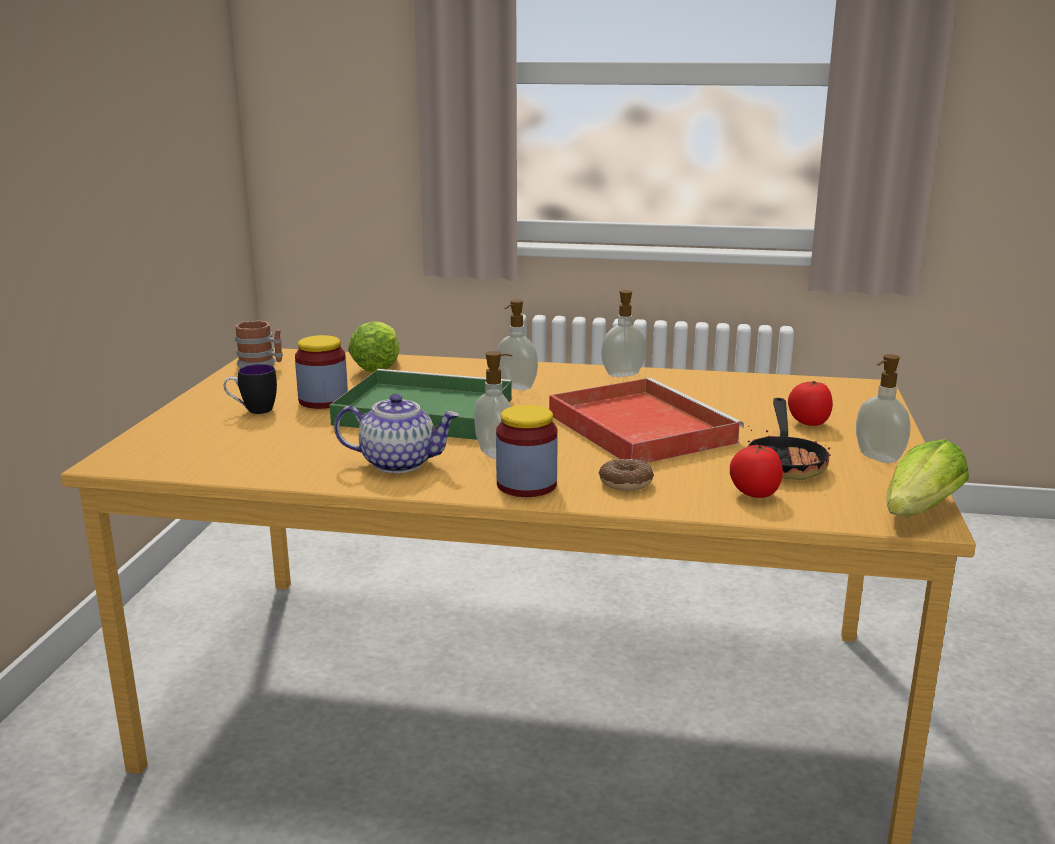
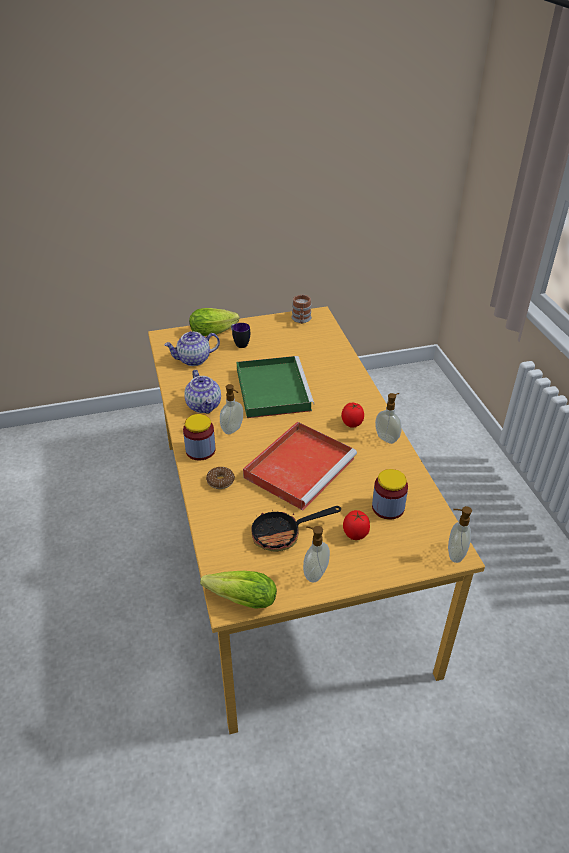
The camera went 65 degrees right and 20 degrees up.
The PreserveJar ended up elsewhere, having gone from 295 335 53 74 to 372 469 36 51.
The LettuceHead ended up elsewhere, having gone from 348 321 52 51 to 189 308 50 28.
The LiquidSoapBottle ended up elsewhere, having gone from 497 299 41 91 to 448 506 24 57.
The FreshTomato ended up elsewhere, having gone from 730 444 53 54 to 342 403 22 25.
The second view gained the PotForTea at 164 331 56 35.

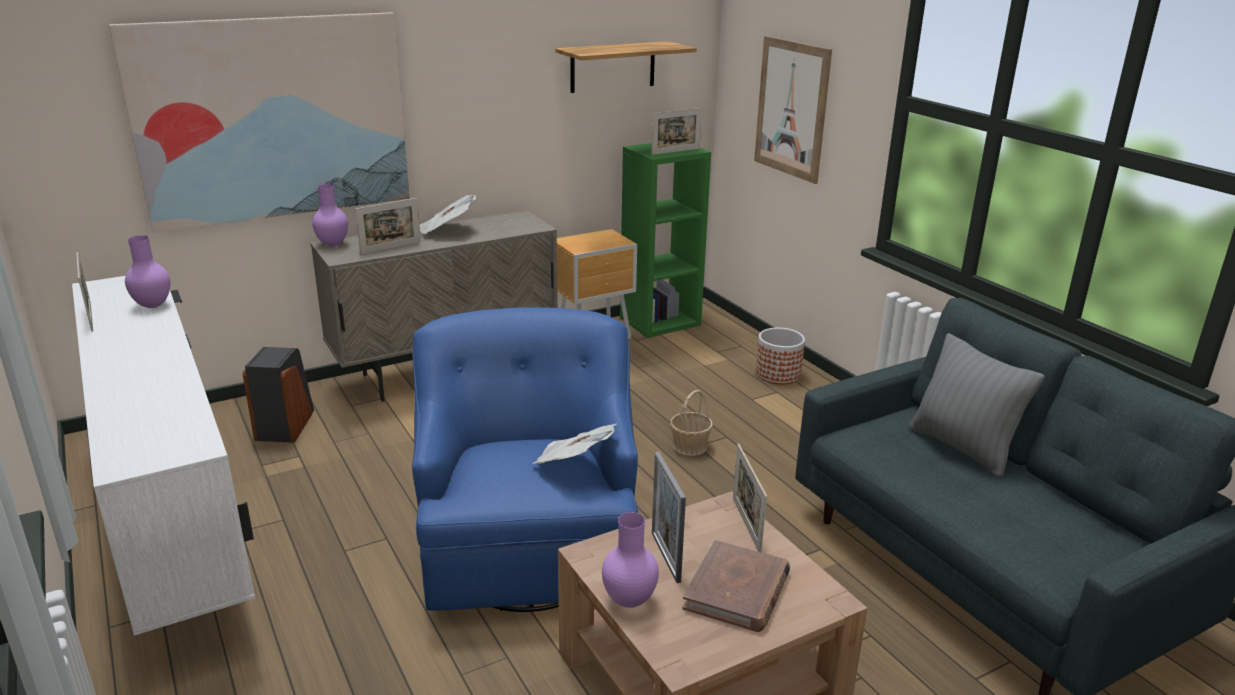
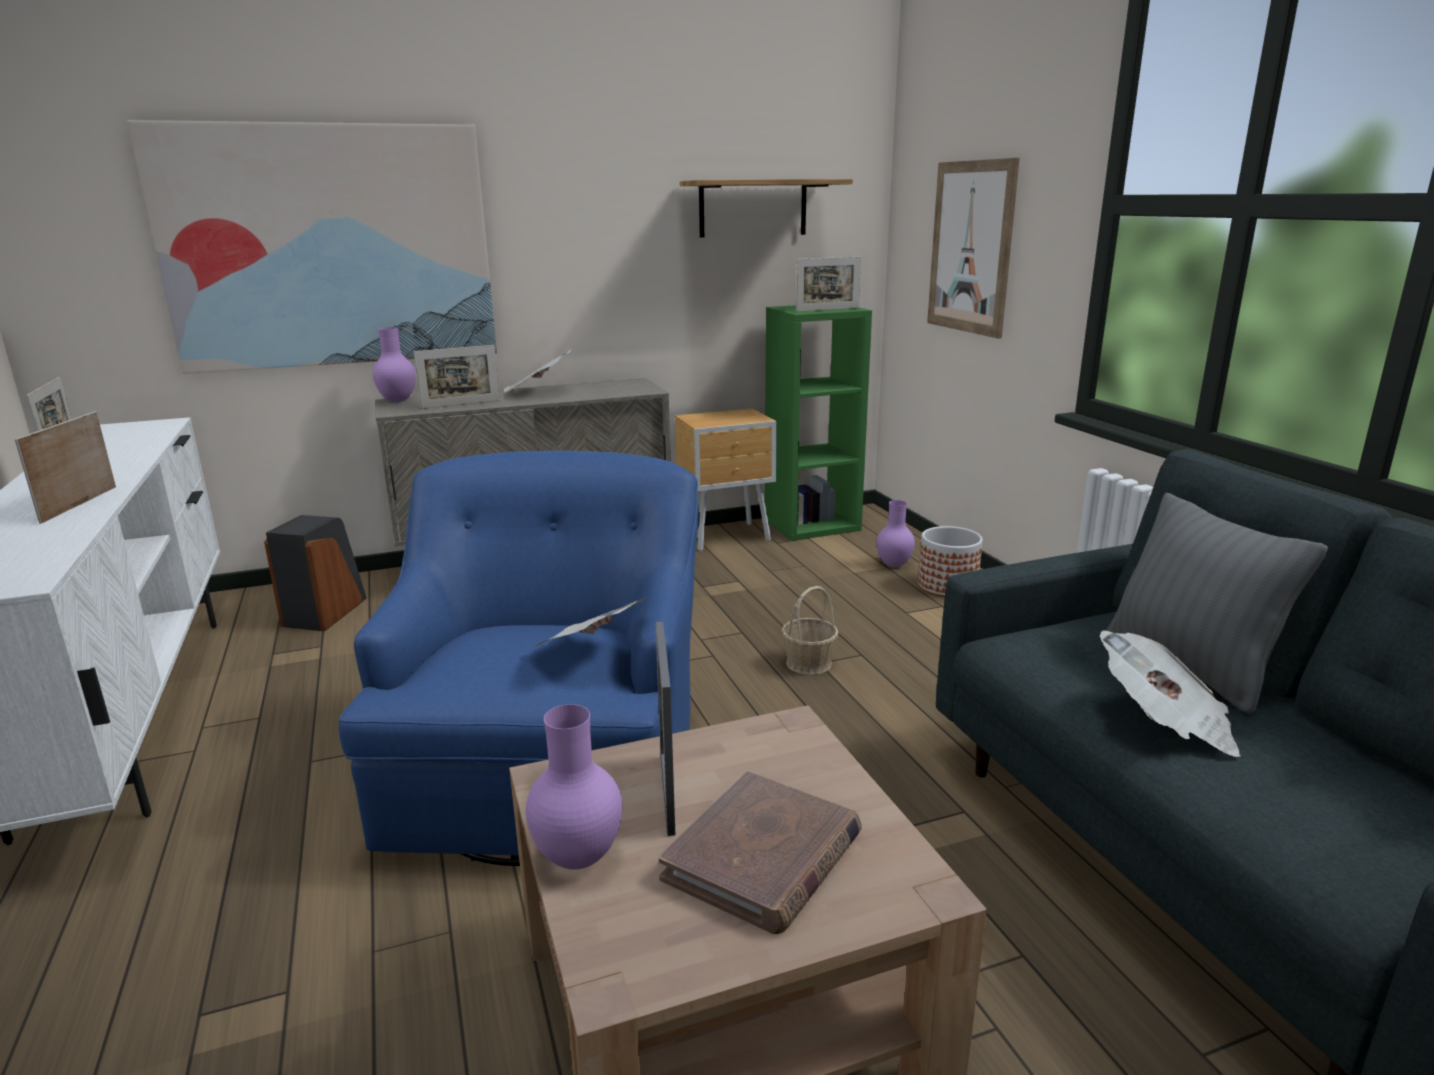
The camera went 10 degrees right and 5 degrees down.
The PurpleColouredFlowerVase ended up elsewhere, having gone from 125 235 45 73 to 876 500 39 67.
The PhotoFrame ended up elsewhere, having gone from 733 443 34 109 to 15 411 101 113.
The second view gained the PrintedPaper at 1100 630 141 127.

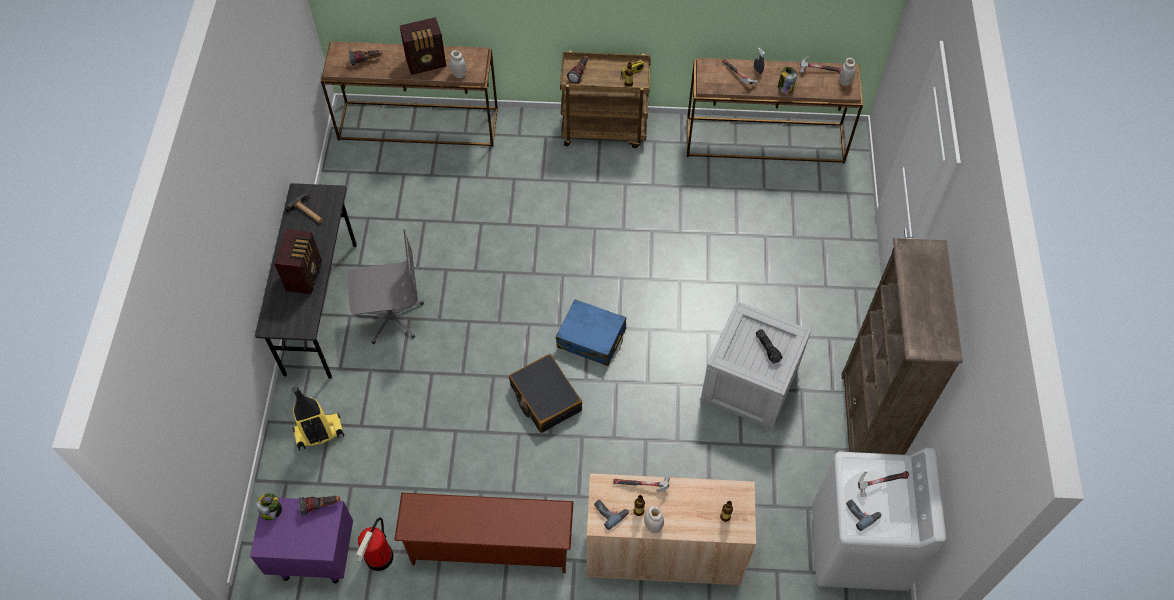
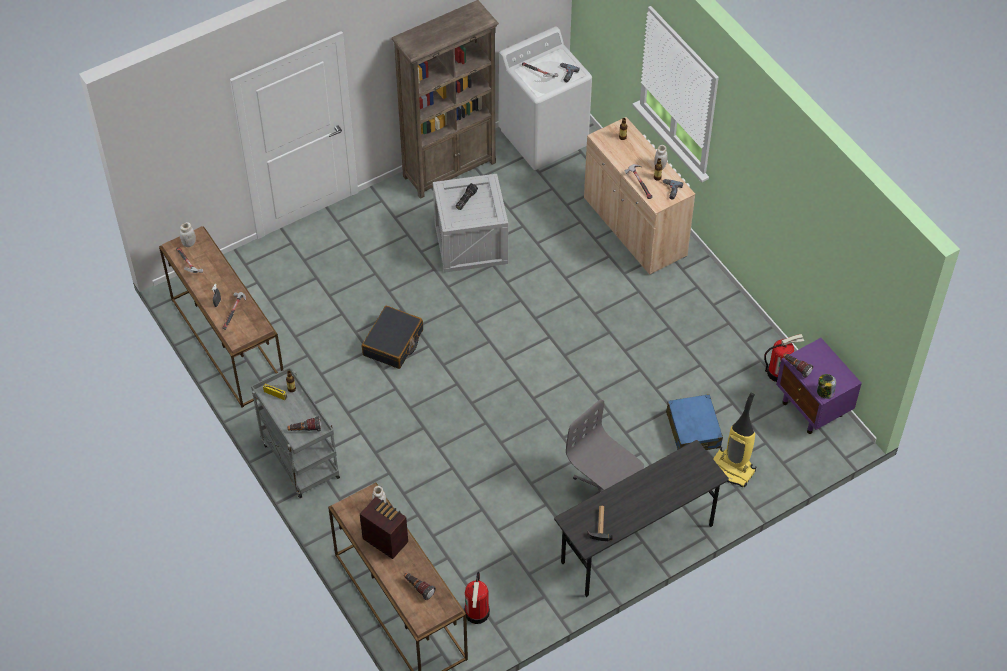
The camera went 125 degrees left and 5 degrees down.
The second view lost the Radio at 274 229 48 65.
The second view lost the BrownishShoeRack at 394 493 180 80.
The BlackColouredPieceOfLuggage ended up elsewhere, having gone from 509 354 73 79 to 362 306 61 63.
The BlueColouredPieceOfLuggage ended up elsewhere, having gone from 556 299 70 67 to 666 394 57 56.
What was the BrownishTrolley at 560 51 91 97 turned into the GreyishTrolley at 251 367 89 131.
The second view lost the PreserveJar at 778 67 19 27.
The second view gained the FireFightingCylinder at 464 572 26 52.

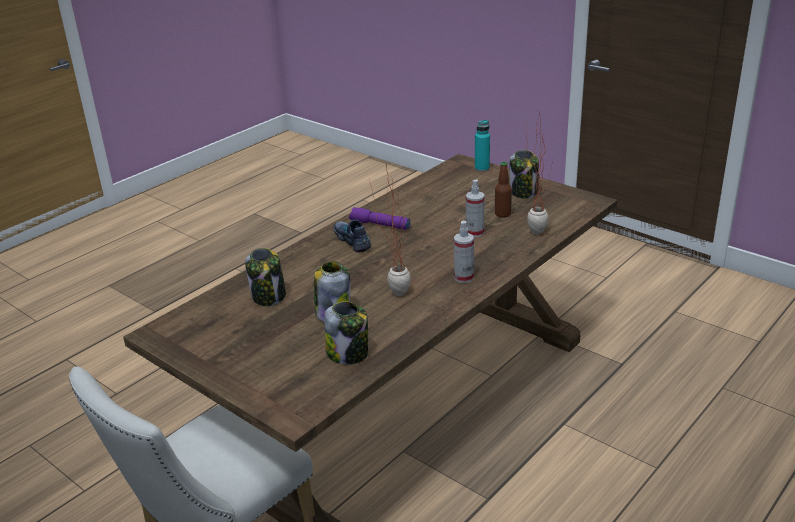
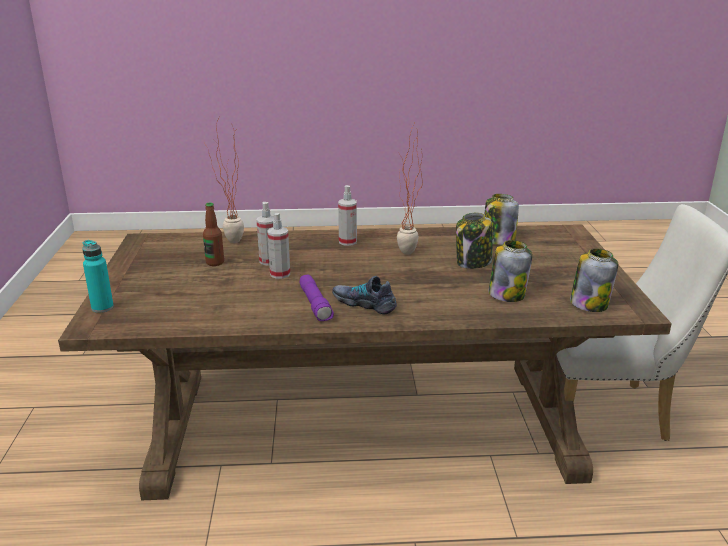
The camera went 135 degrees left and 5 degrees down.
The Shoe at 333 220 38 32 ended up facing another way, 105 degrees clockwise from before.
The PreserveJar ended up elsewhere, having gone from 509 150 30 48 to 570 248 48 64.
The second view gained the HandSprayer at 267 213 23 66.

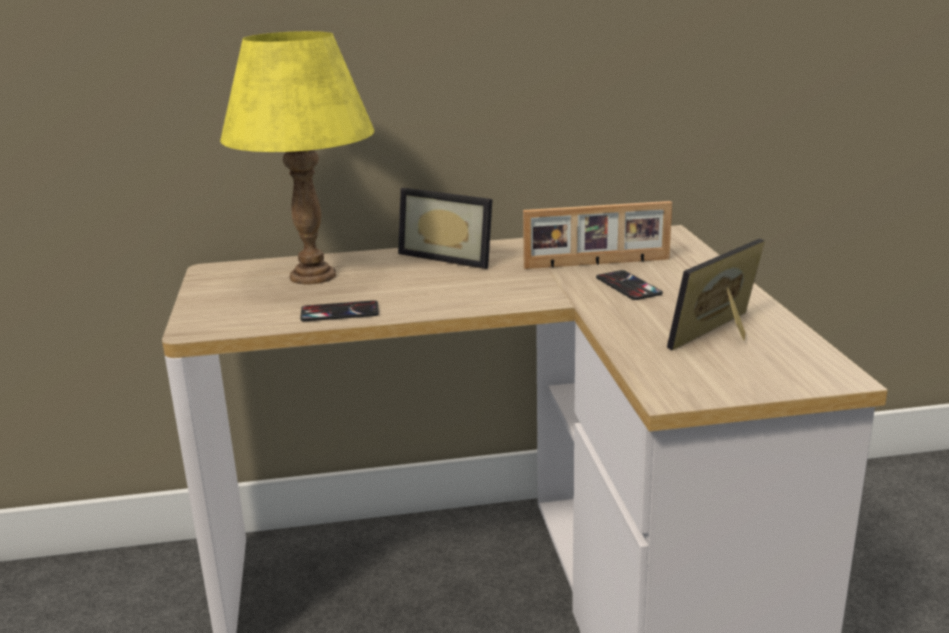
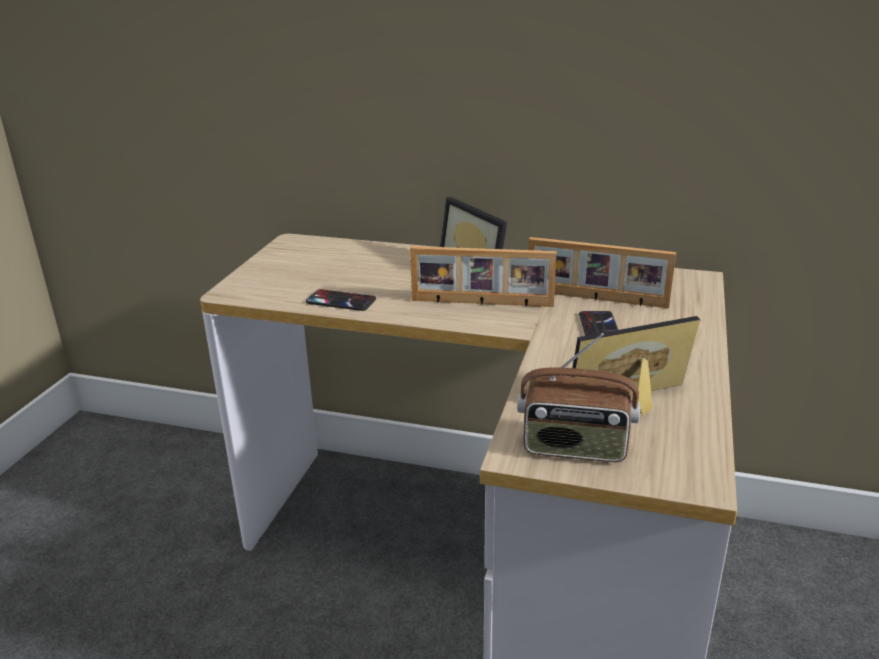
The camera went 25 degrees right and 5 degrees up.
The second view lost the YellowColouredTabletopLamp at 220 31 154 254.
The second view gained the PhotoFrame at 410 246 147 61.
The second view gained the Radio at 517 333 123 129.

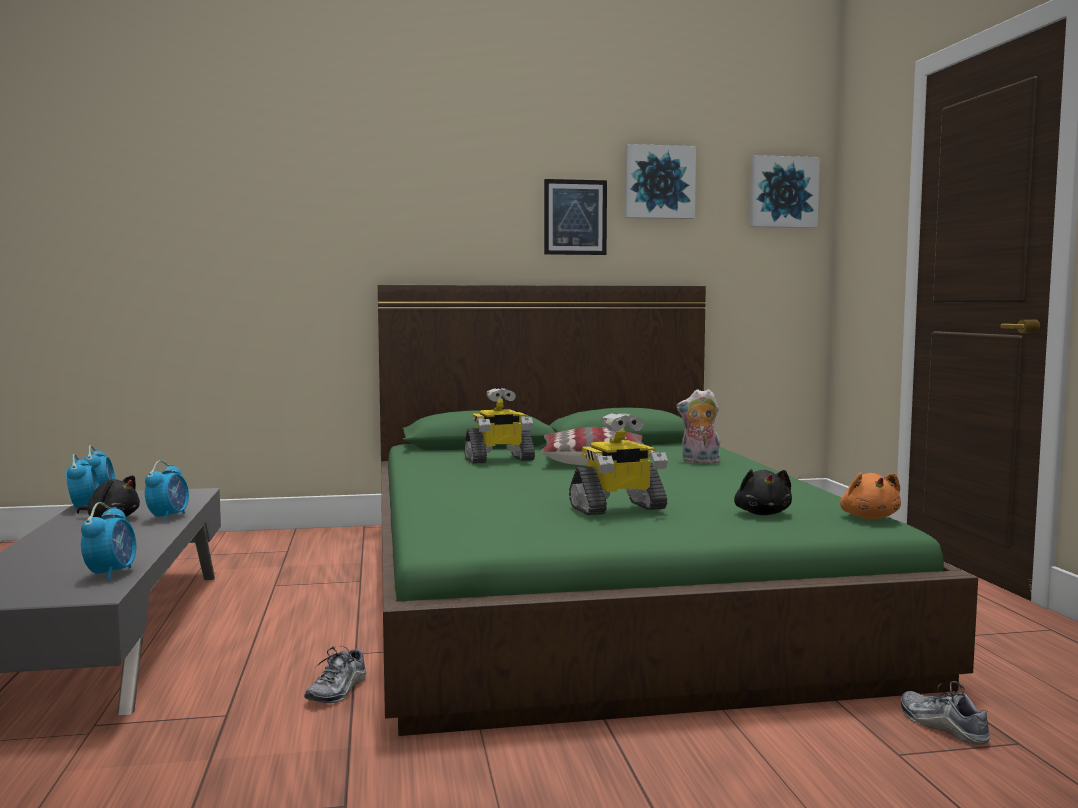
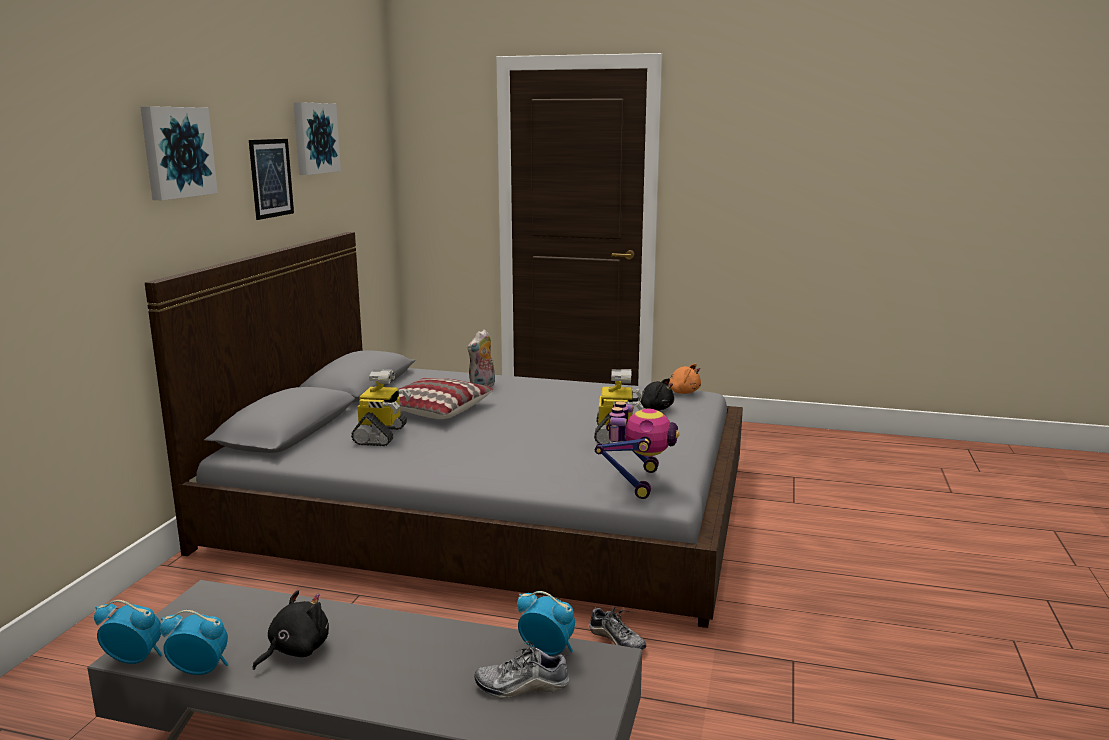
The camera went 65 degrees left and 10 degrees up.
The second view lost the BedsideClock at 145 460 44 62.
What was the GreenSleepingBed at 378 285 600 451 turned into the GreyishSleepingBed at 145 232 598 396.
The WallArt ended up elsewhere, having gone from 749 155 71 73 to 141 106 77 94.
The Shoe ended up elsewhere, having gone from 901 681 89 63 to 474 641 95 58.
The second view gained the ModelRobot at 595 401 84 98.

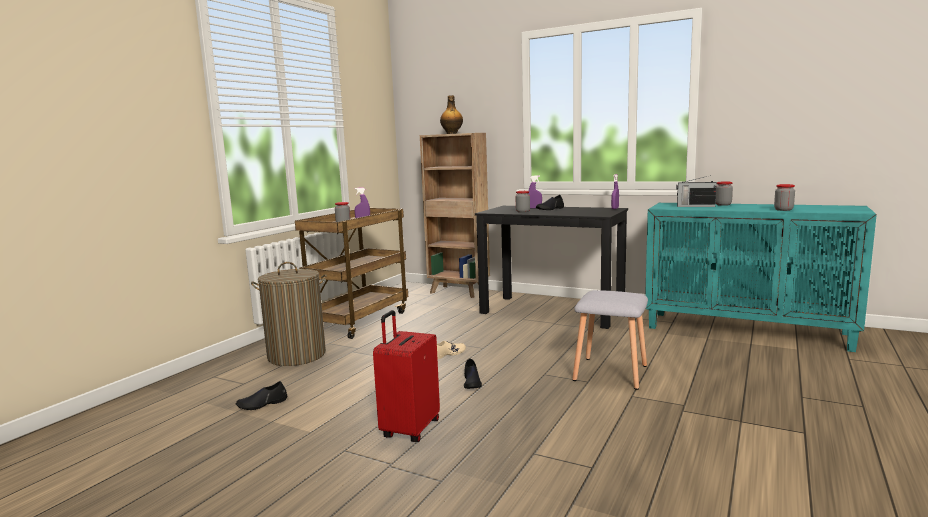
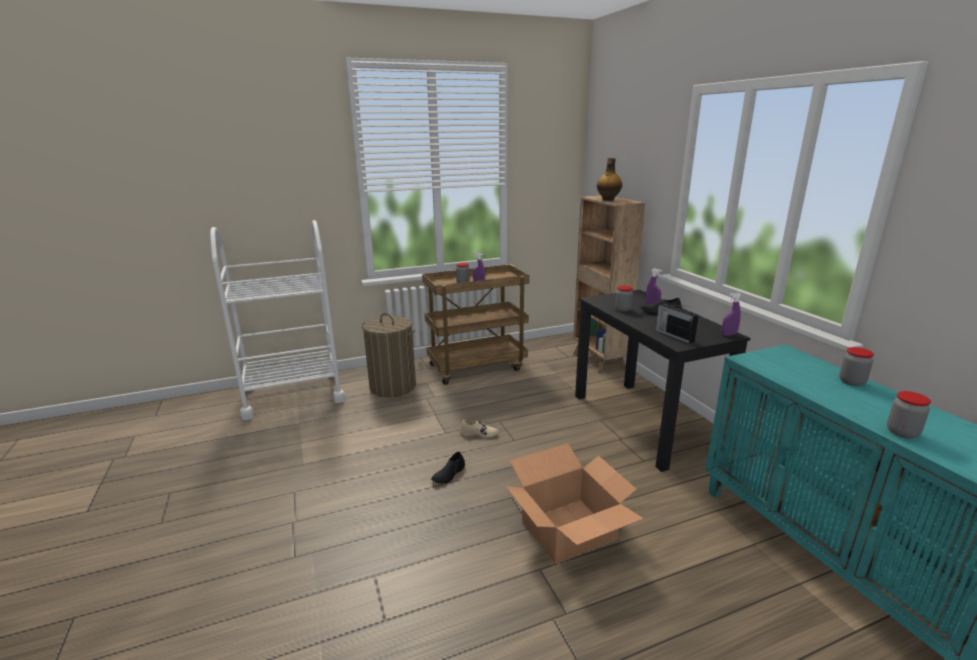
The camera went 40 degrees right and 10 degrees up.
The second view lost the BlackColouredShoe at 236 381 51 29.
The second view lost the ReddishPieceOfLuggage at 373 310 67 132.
Where the GreyishSittingStool stood at 572 290 76 100, the CardboardBox came to stand at 506 443 137 121.
The Radio ended up elsewhere, having gone from 676 175 41 32 to 656 304 43 39.
The second view gained the WhiteTrolley at 210 220 135 200.

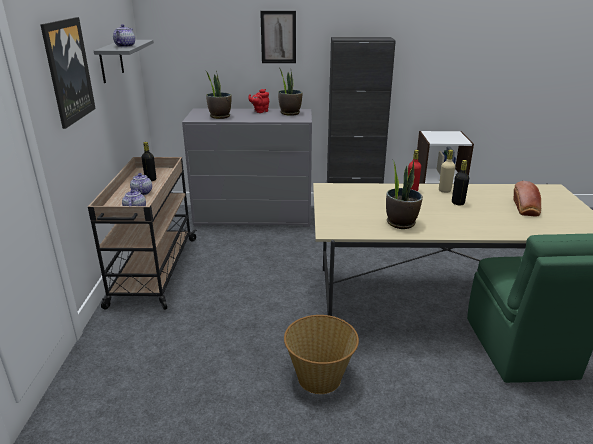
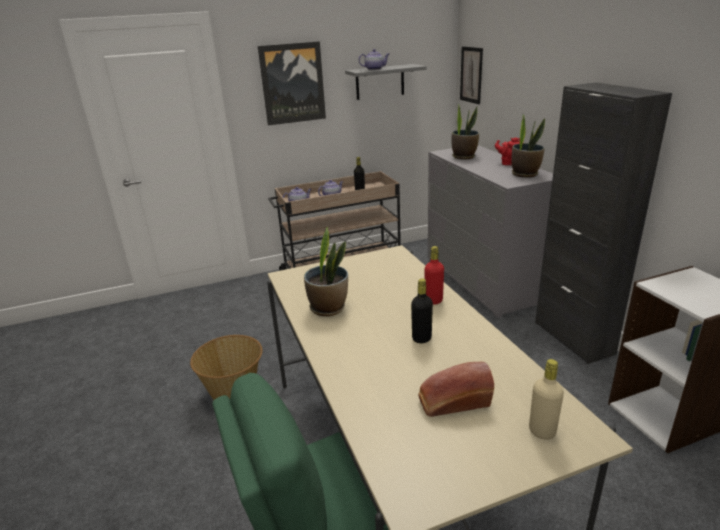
The camera went 70 degrees right and 0 degrees up.
The WallArt ended up elsewhere, having gone from 260 11 36 52 to 460 46 23 58.
The BeigeBottle ended up elsewhere, having gone from 439 150 16 43 to 529 359 35 81.

